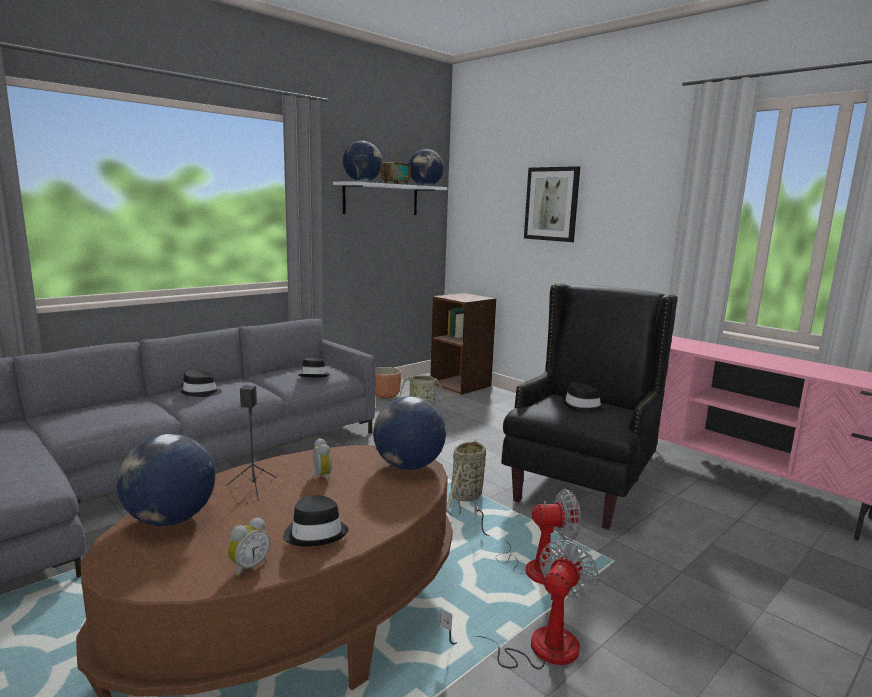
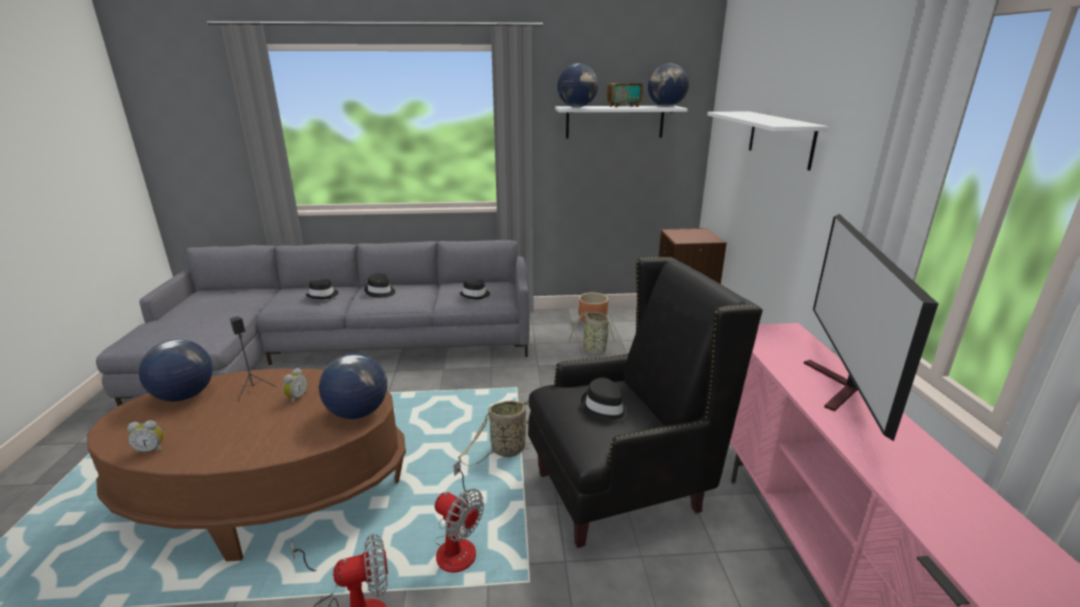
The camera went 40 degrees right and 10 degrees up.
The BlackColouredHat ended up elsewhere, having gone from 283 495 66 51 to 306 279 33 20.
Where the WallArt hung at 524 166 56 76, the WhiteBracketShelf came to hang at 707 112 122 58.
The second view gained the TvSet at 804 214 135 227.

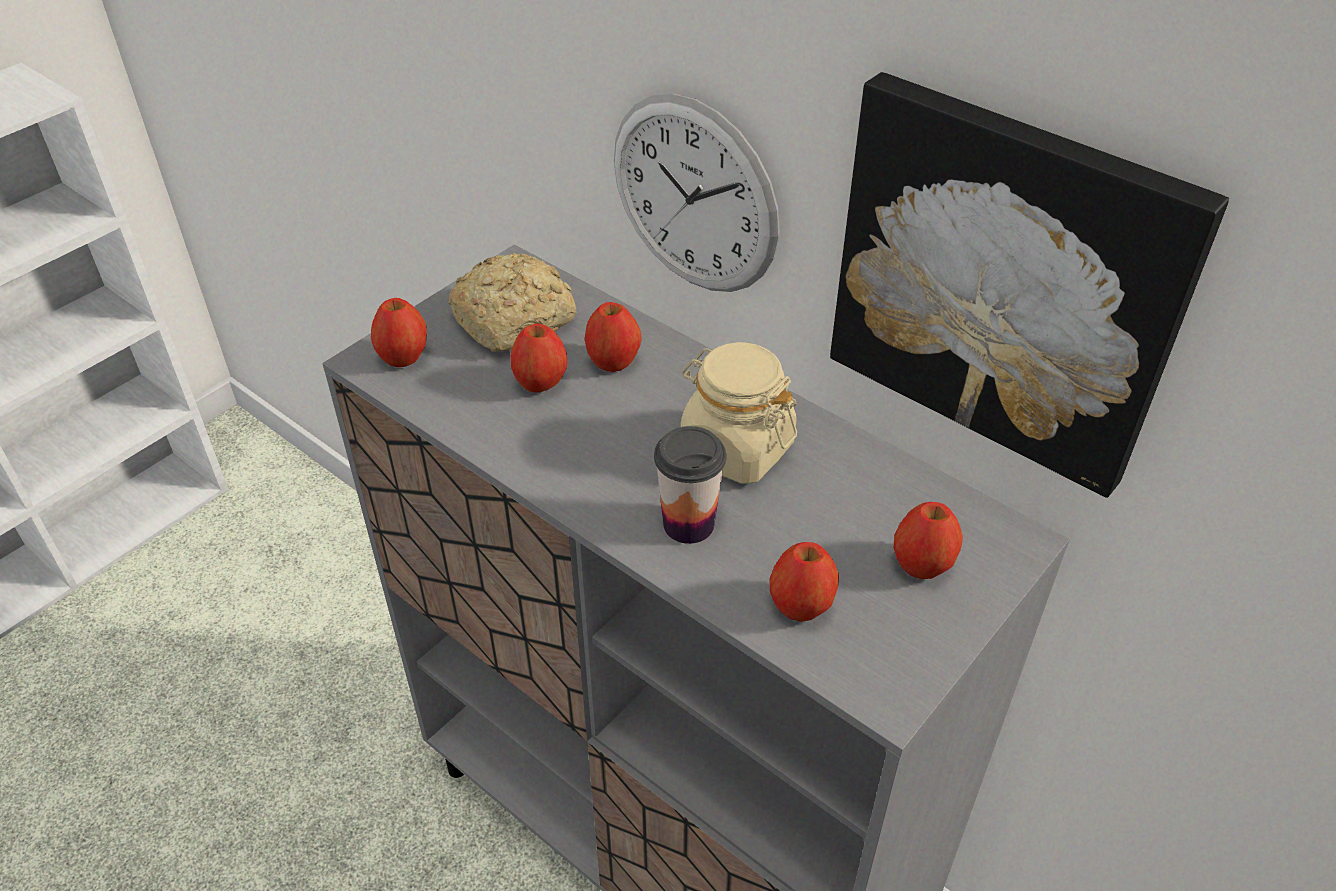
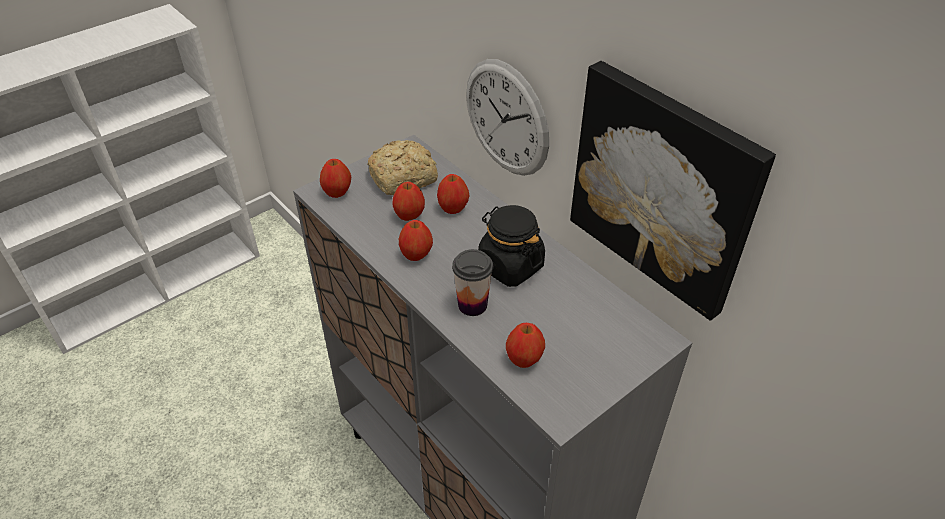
The camera went 10 degrees right and 0 degrees up.
What was the BeigePreserveJar at 681 342 116 142 turned into the BlackColouredPreserveJar at 478 205 67 82.
The WholeApple ended up elsewhere, having gone from 894 502 69 77 to 399 220 34 41.

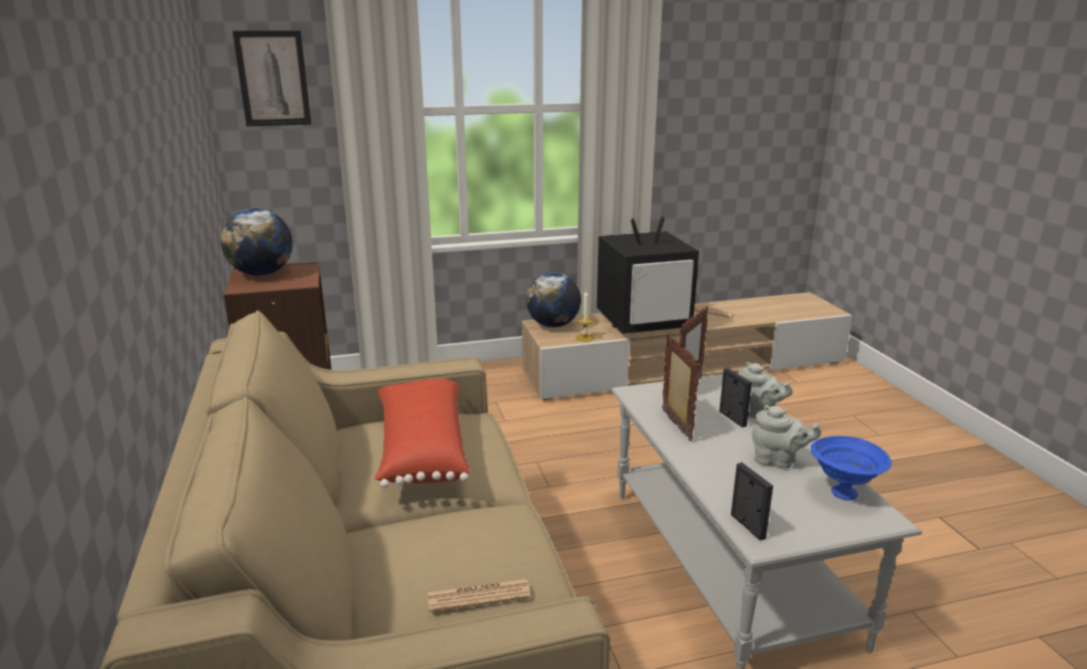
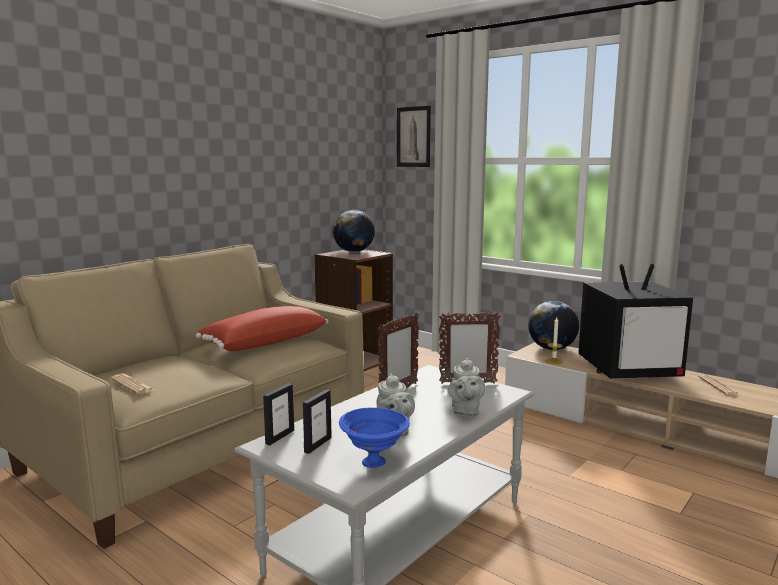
The camera went 55 degrees right and 10 degrees down.
The TvSet at 597 216 102 118 ended up facing another way, 45 degrees counterclockwise from before.
The PhotoFrame ended up elsewhere, having gone from 719 368 33 59 to 303 389 29 65.

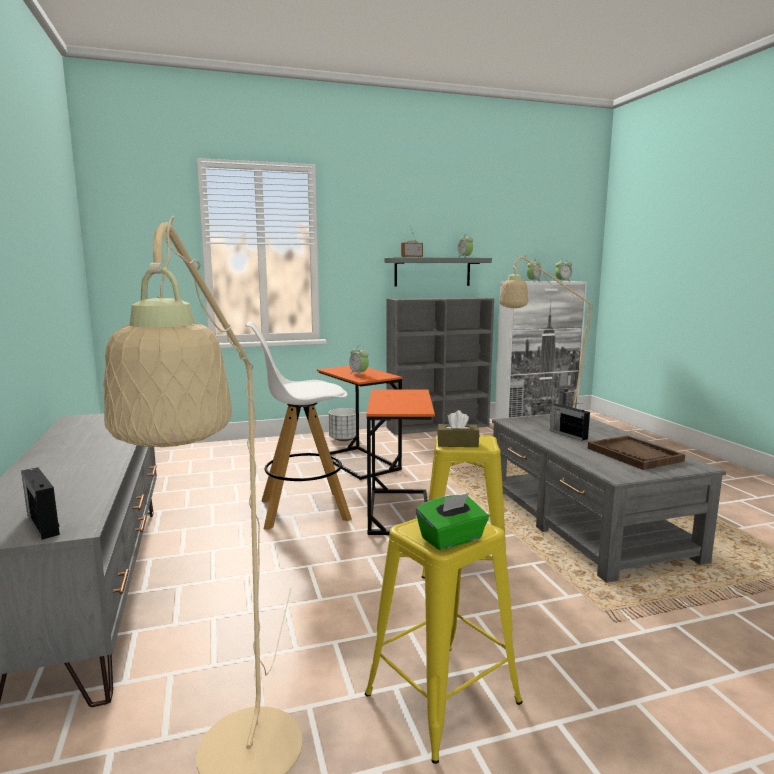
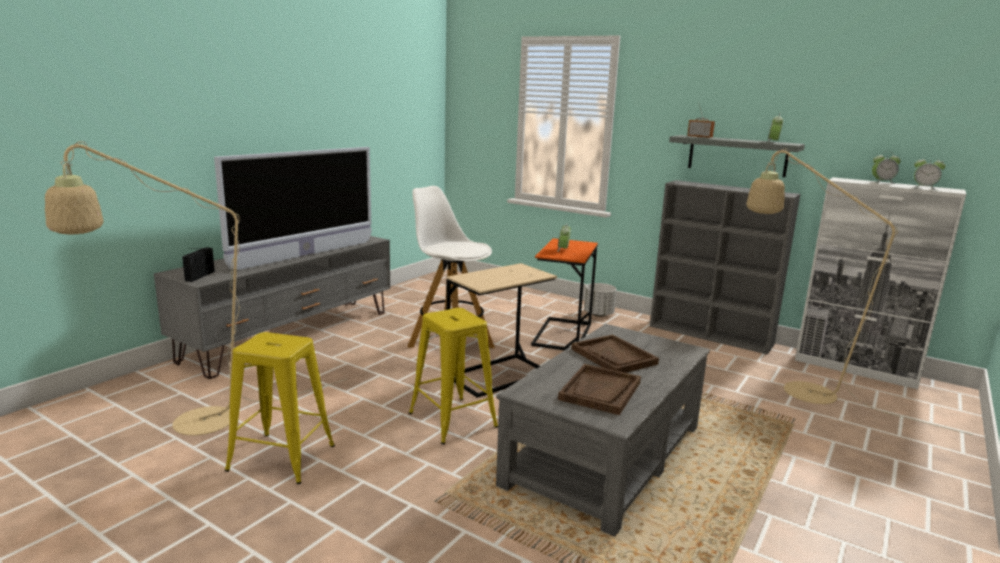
The camera went 50 degrees right and 5 degrees up.
What was the OrangeColouredEndTable at 367 389 68 146 turned into the BeigeEndTable at 446 263 111 135.
The second view lost the GreenBoxOfTissues at 416 493 73 57.
The second view lost the BrownishBoxOfTissues at 437 410 42 37.
Where the Radio stood at 550 403 40 38, the BrownishCarryingTray came to stand at 571 334 88 39.
The second view gained the TvSet at 214 147 158 123.

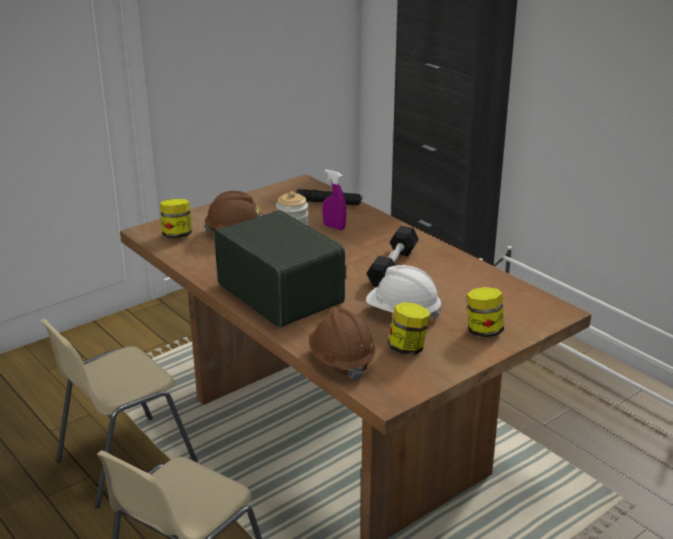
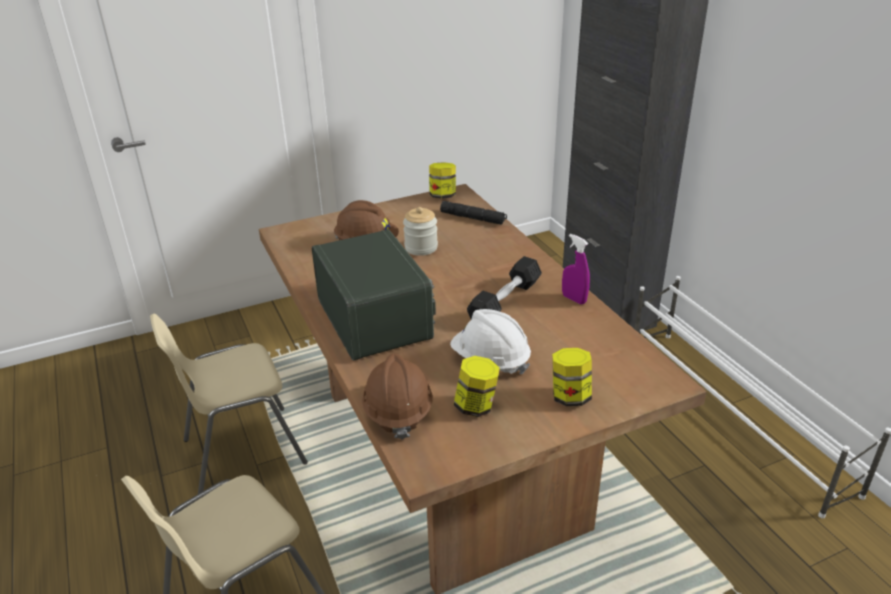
The camera went 15 degrees right and 5 degrees up.
The PreserveJar ended up elsewhere, having gone from 160 199 32 39 to 429 162 27 37.
The PurpleColouredHandSprayer ended up elsewhere, having gone from 322 170 24 60 to 562 234 28 71.

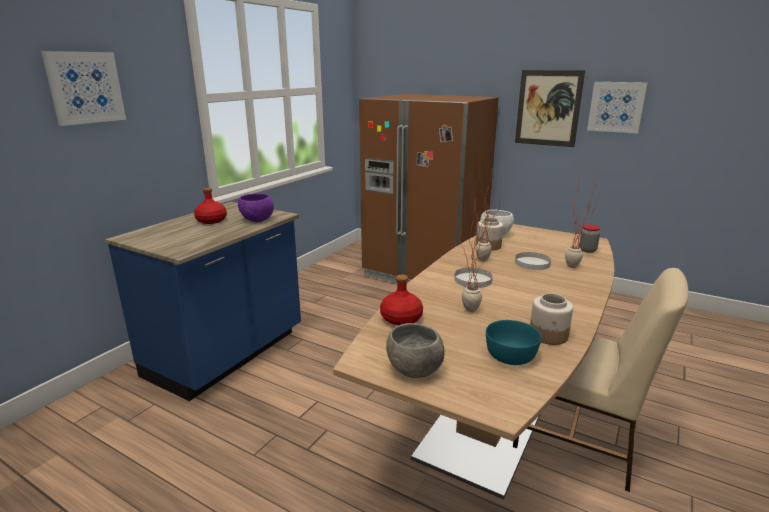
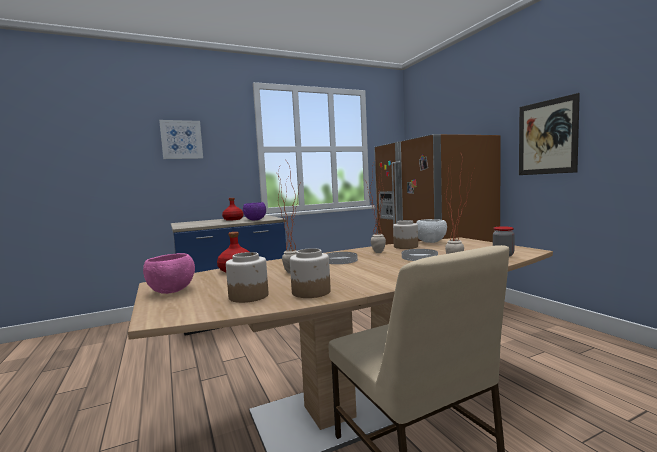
The camera went 35 degrees right and 15 degrees down.
What was the GreyishDeepDish at 386 323 59 55 turned into the PinkDeepDish at 143 253 52 41.
Where the TurquoiseColouredDeepDish stood at 486 320 55 45, the PreserveJar came to stand at 226 252 42 51.
The second view lost the WallArt at 587 82 61 51.

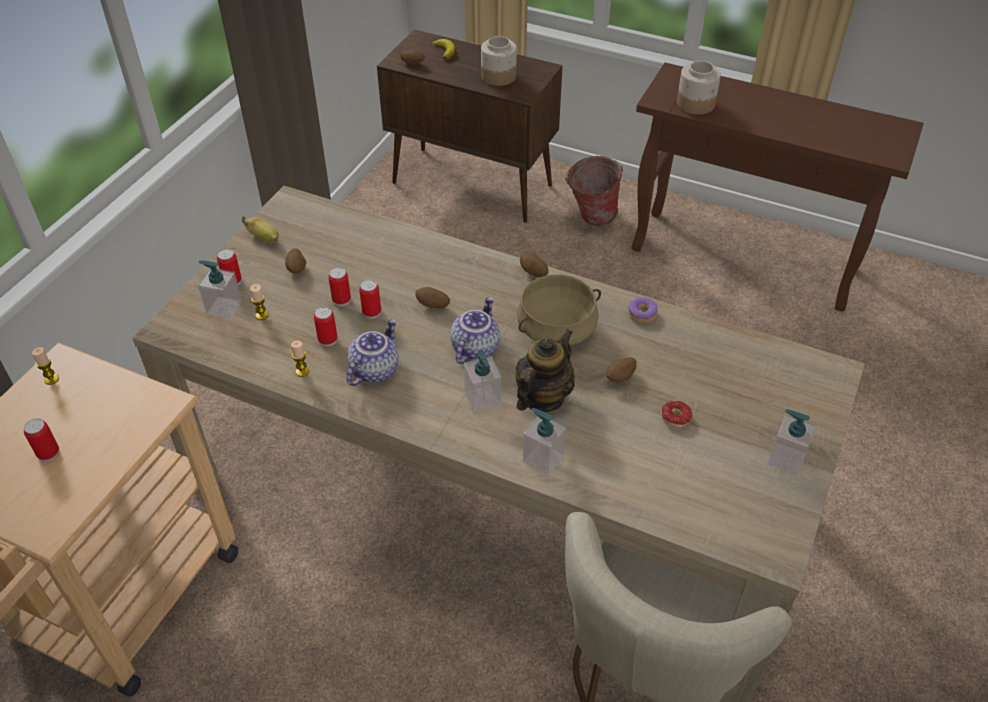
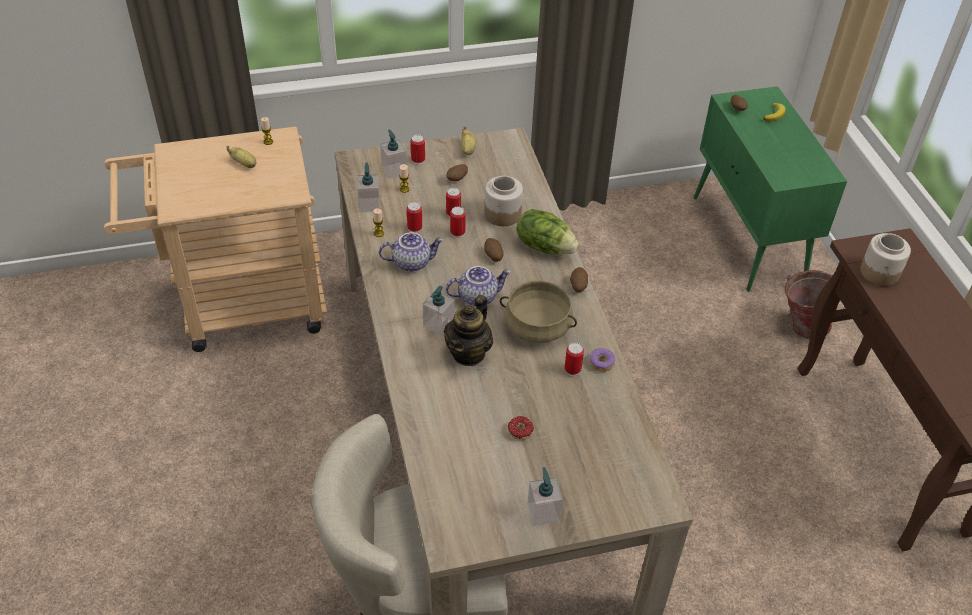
The camera went 50 degrees right and 0 degrees up.
The Can ended up elsewhere, having gone from 24 418 36 44 to 564 343 20 33.
What was the BrownishStorageCabinet at 377 29 186 194 turned into the GreenStorageCabinet at 694 86 153 206.
The PreserveJar ended up elsewhere, having gone from 481 36 36 50 to 485 176 38 50.
The PotForTea at 516 329 59 83 ended up facing another way, 120 degrees clockwise from before.
The LiquidSoapBottle ended up elsewhere, having gone from 523 408 44 67 to 357 163 23 49.
The second view lost the Potato at 607 357 30 26.
The second view gained the WholeBanana at 227 146 29 22.
The second view gained the LettuceHead at 516 209 63 46.

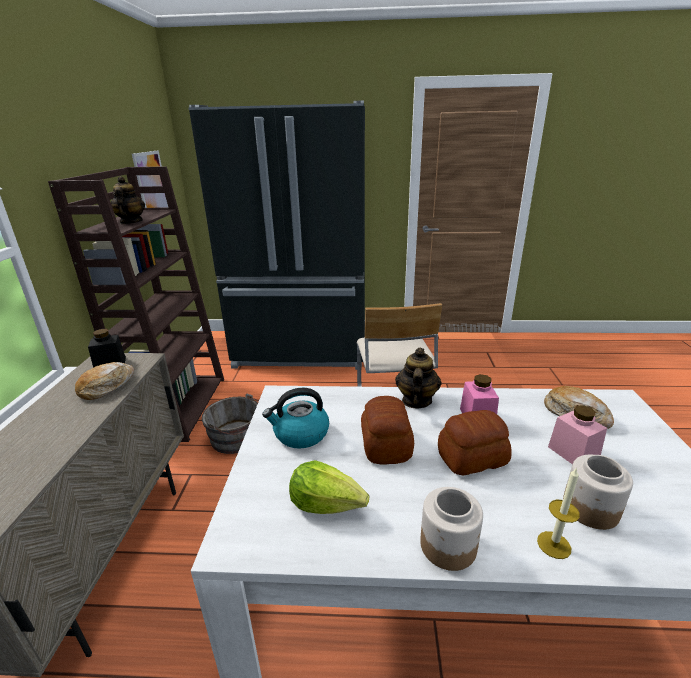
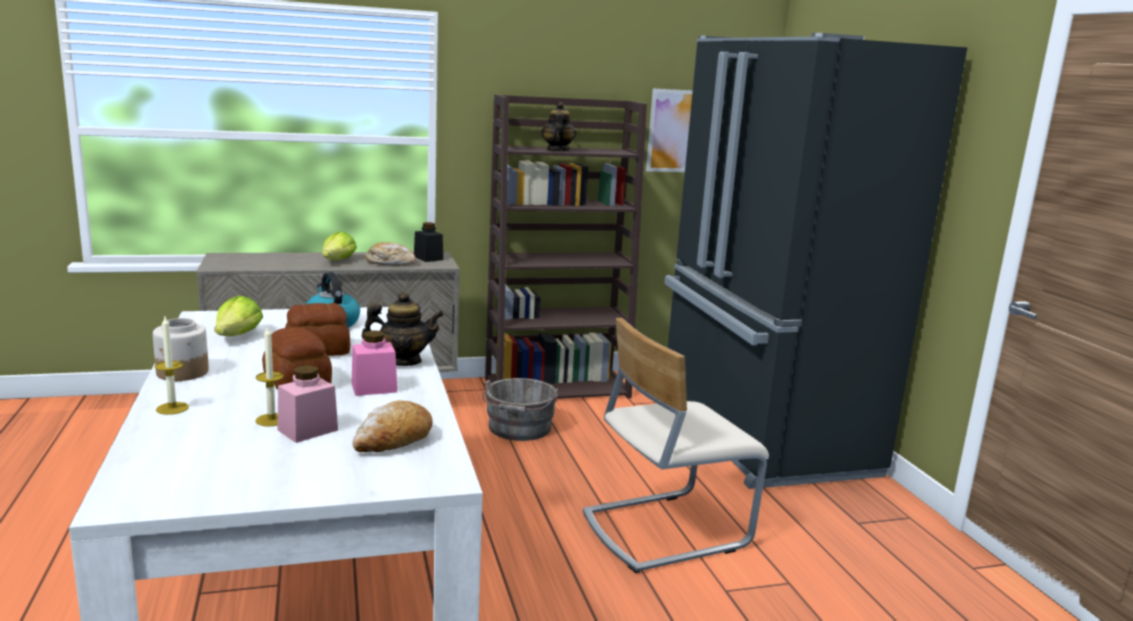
The camera went 70 degrees right and 10 degrees down.
The PotForTea at 111 176 34 48 ended up facing another way, 60 degrees counterclockwise from before.
The second view lost the PreserveJar at 563 455 70 75.
The second view gained the Candle at 255 326 29 101.
The second view gained the LettuceHead at 322 231 35 29.

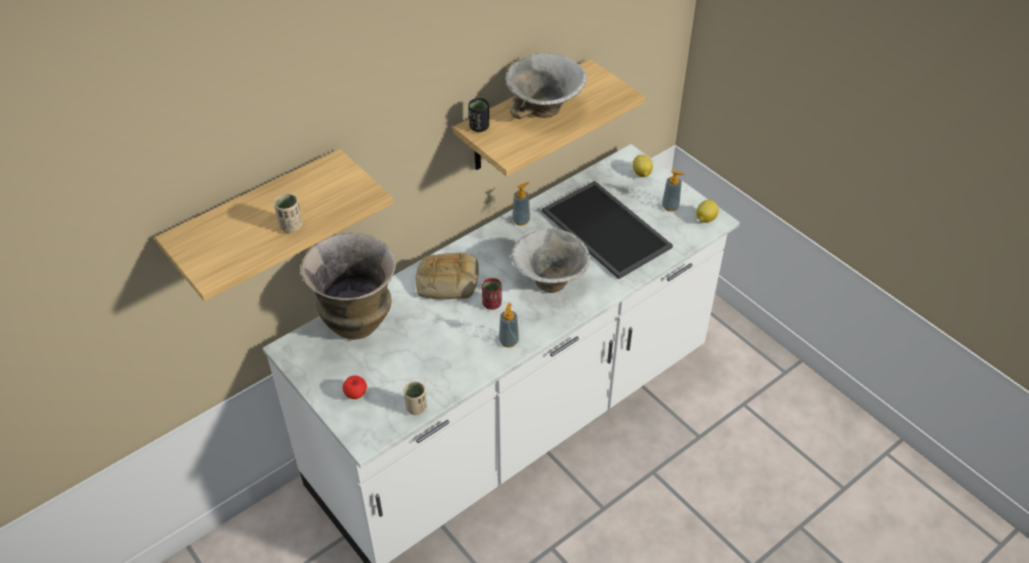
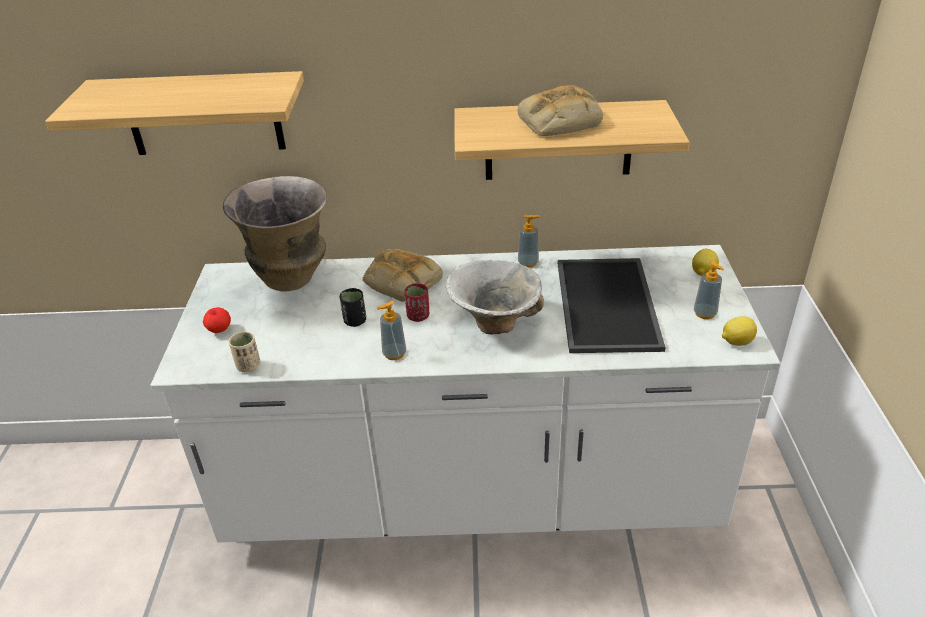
The camera went 40 degrees right and 10 degrees down.
The second view lost the BeigeDrinkingCup at 274 193 29 39.
The BlackColouredDrinkingCup ended up elsewhere, having gone from 468 98 21 34 to 340 288 26 39.
Where the DeepDish stood at 505 53 82 66, the BakeryBread came to stand at 518 85 85 51.

